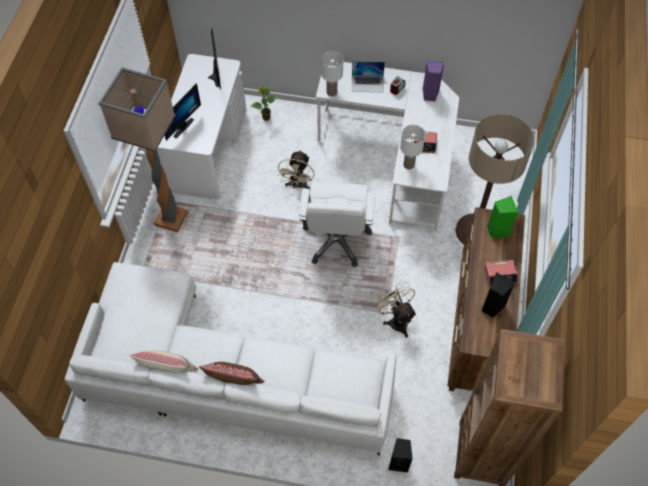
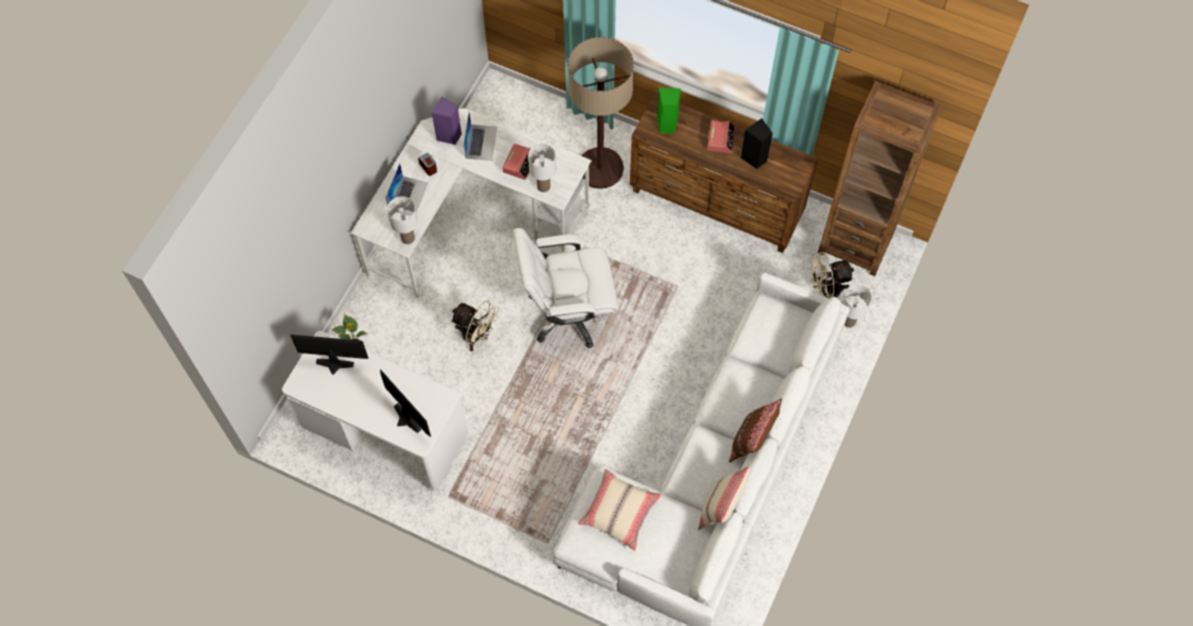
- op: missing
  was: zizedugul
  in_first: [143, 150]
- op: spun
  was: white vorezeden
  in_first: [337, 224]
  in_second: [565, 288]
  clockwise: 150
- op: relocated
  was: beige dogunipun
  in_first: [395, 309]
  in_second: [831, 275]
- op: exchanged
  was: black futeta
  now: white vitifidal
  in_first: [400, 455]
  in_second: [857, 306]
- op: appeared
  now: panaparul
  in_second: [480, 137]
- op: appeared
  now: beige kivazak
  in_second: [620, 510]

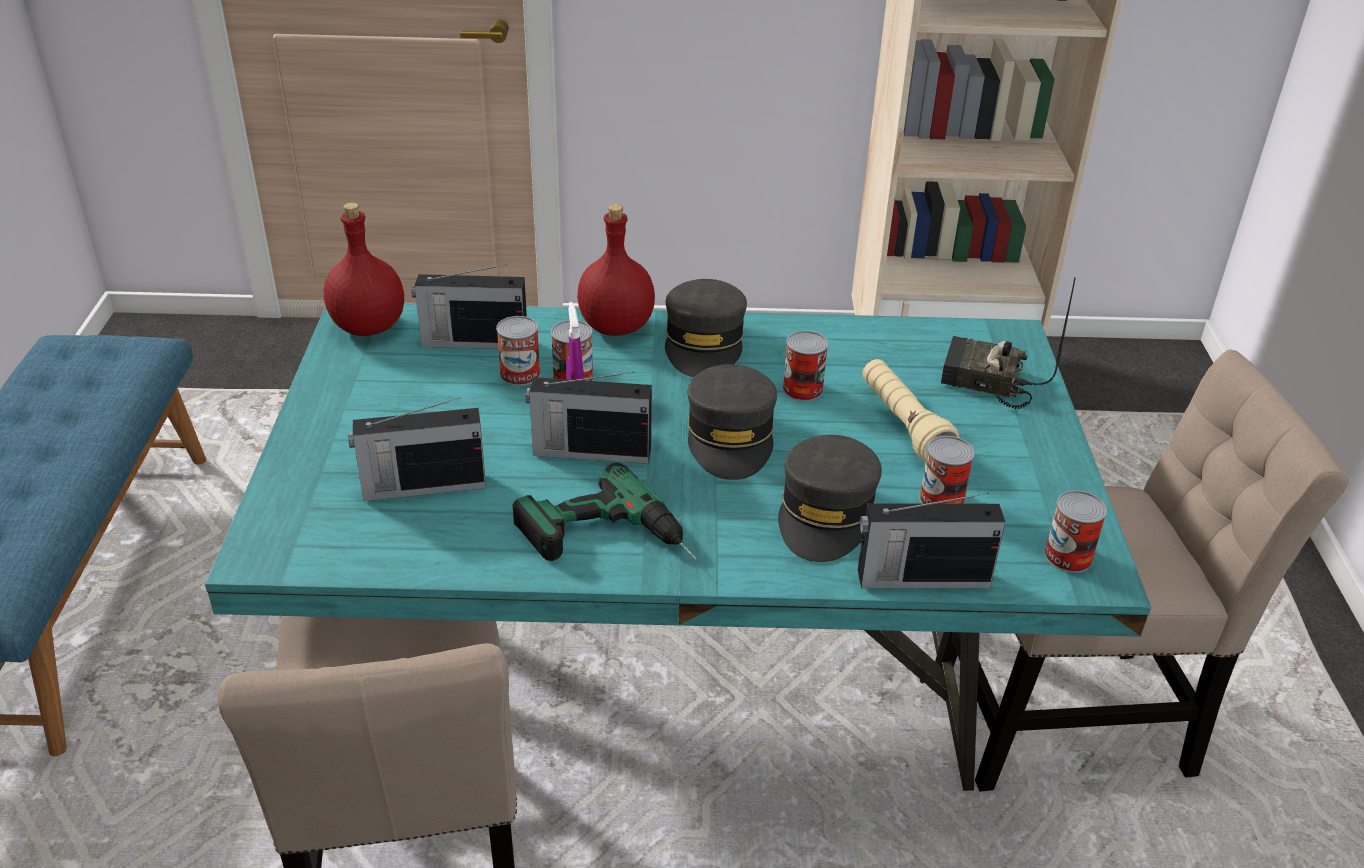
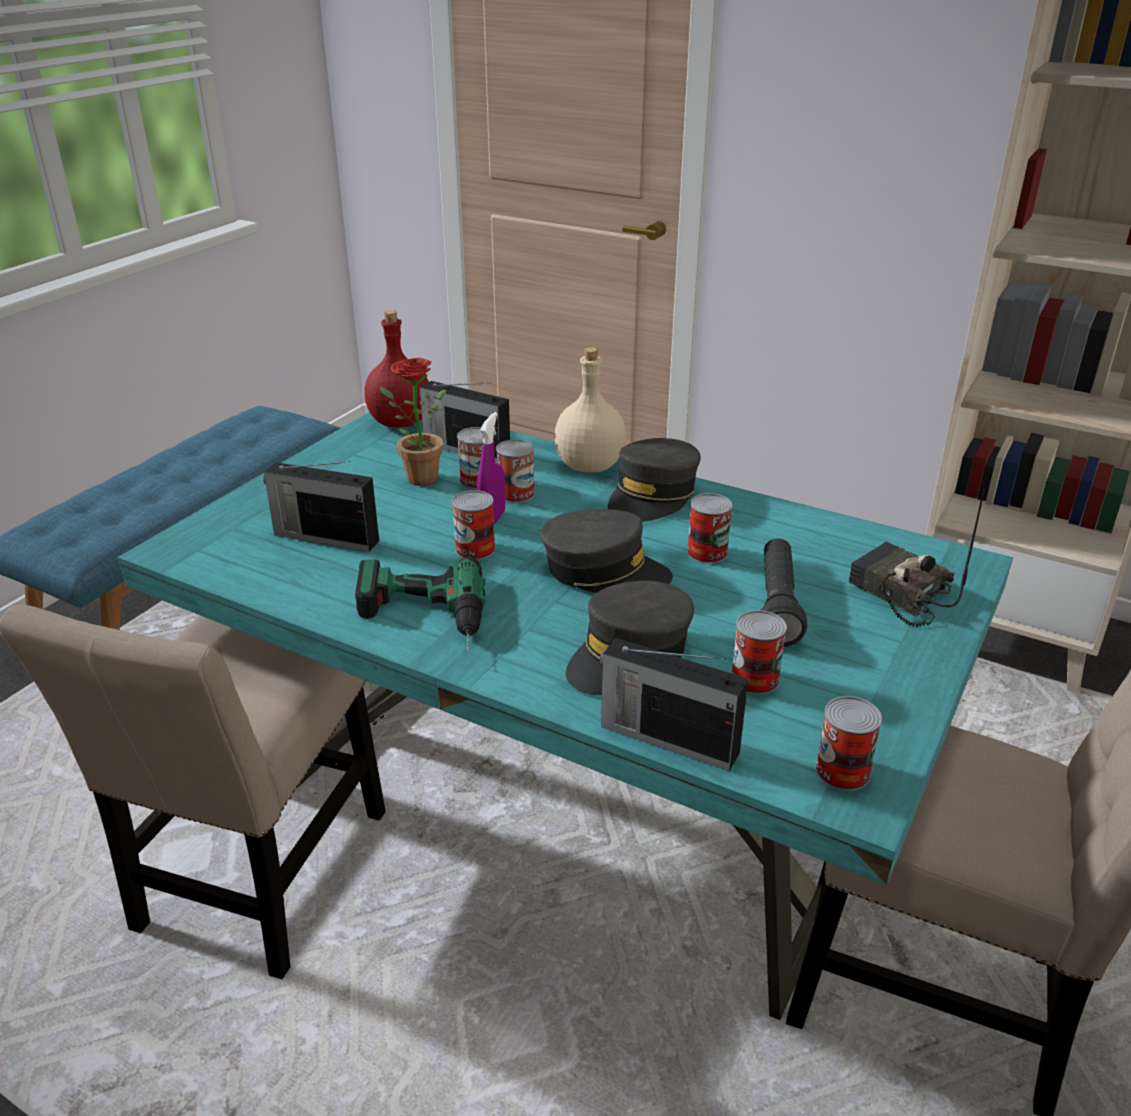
- op: colour
  was: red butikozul
  now: beige butikozul
  in_first: [616, 270]
  in_second: [590, 410]
- op: colour
  was: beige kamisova
  now: black kamisova
  in_first: [911, 410]
  in_second: [784, 592]
- op: spun
  was: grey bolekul
  in_first: [732, 422]
  in_second: [606, 551]
  clockwise: -105
- op: exchanged
  was: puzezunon
  now: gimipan
  in_first: [589, 418]
  in_second: [473, 525]
- op: appeared
  now: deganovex
  in_second: [413, 422]

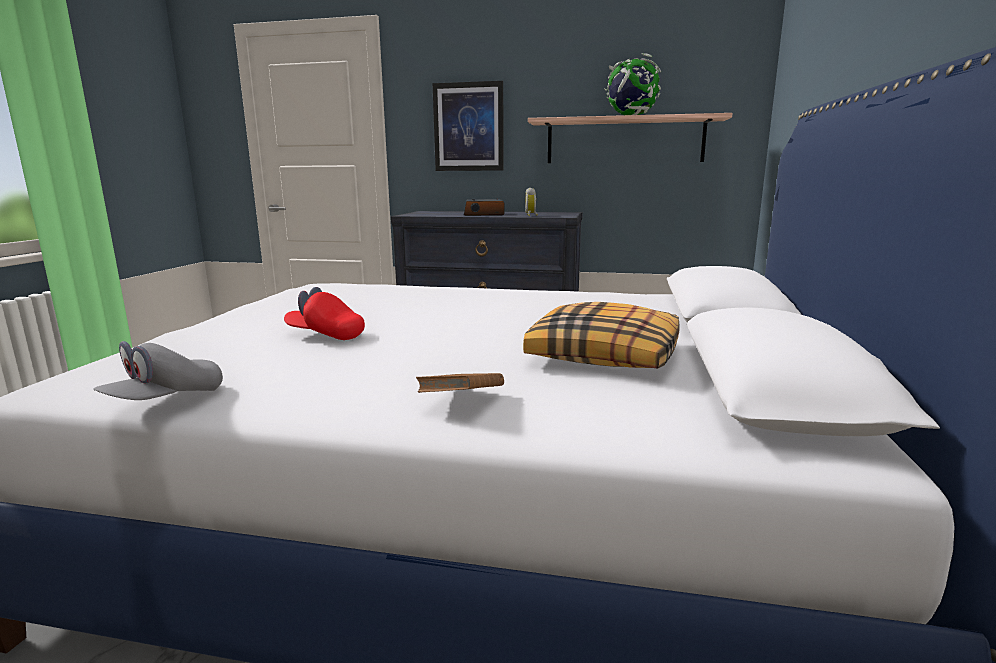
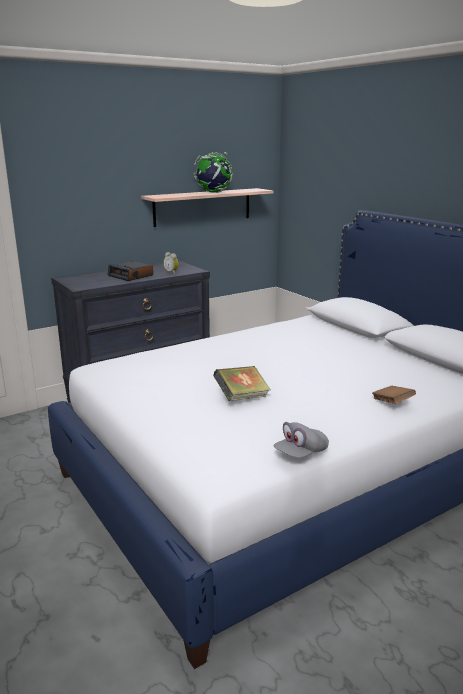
- op: missing
  was: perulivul
  in_first: [468, 126]
- op: exchanged
  was: red bolekul
  now: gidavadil
  in_first: [324, 313]
  in_second: [242, 383]
- op: missing
  was: kivazak
  in_first: [601, 335]
- op: spun
  was: grey bolekul
  in_first: [158, 370]
  in_second: [301, 440]
  clockwise: 60

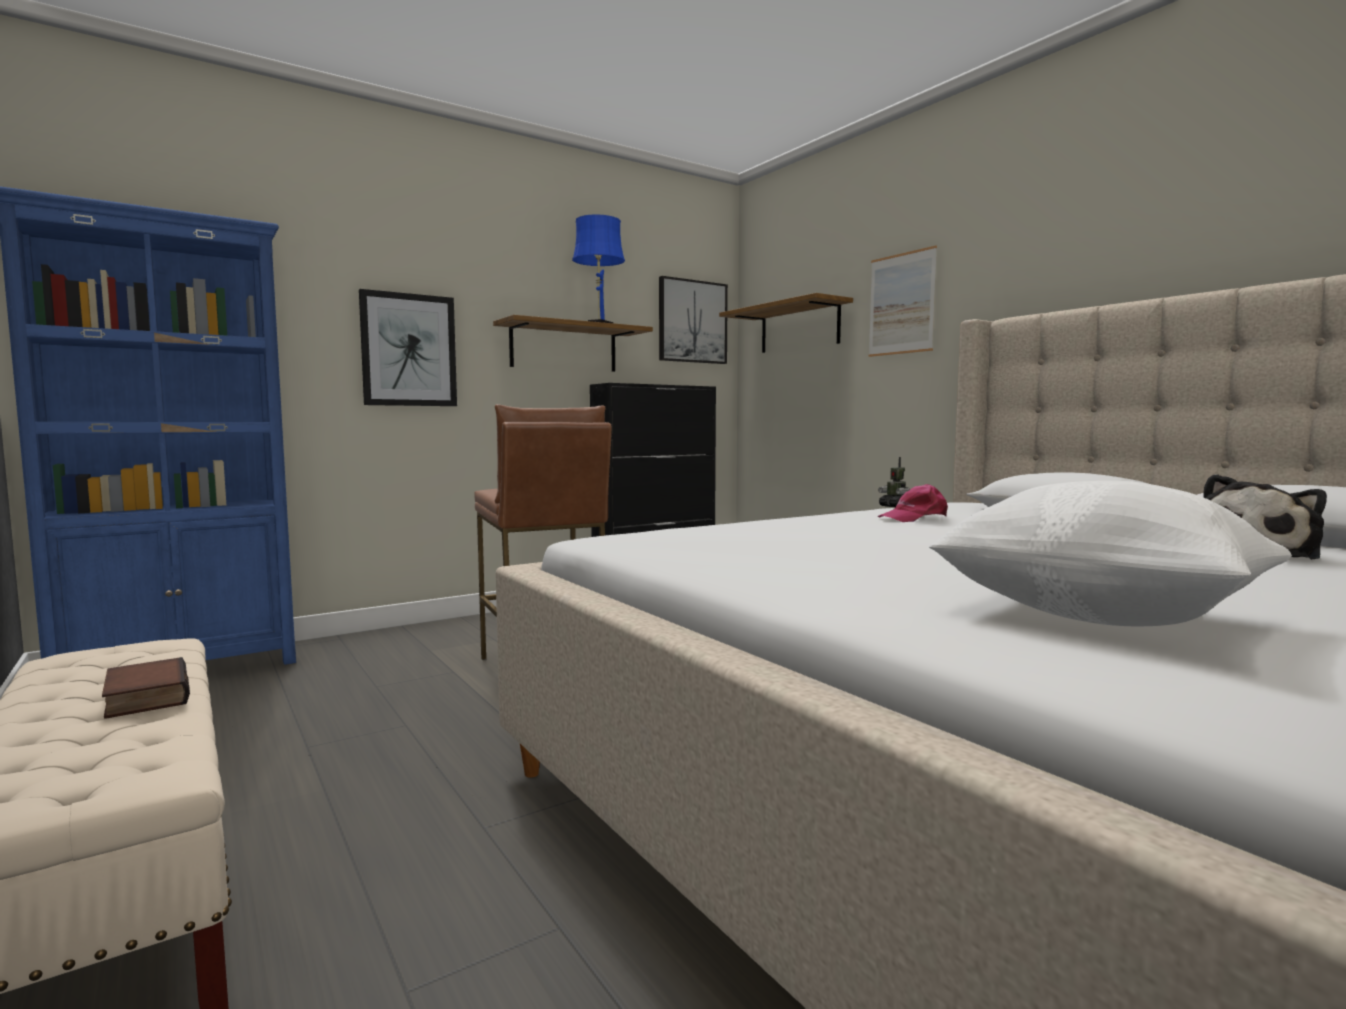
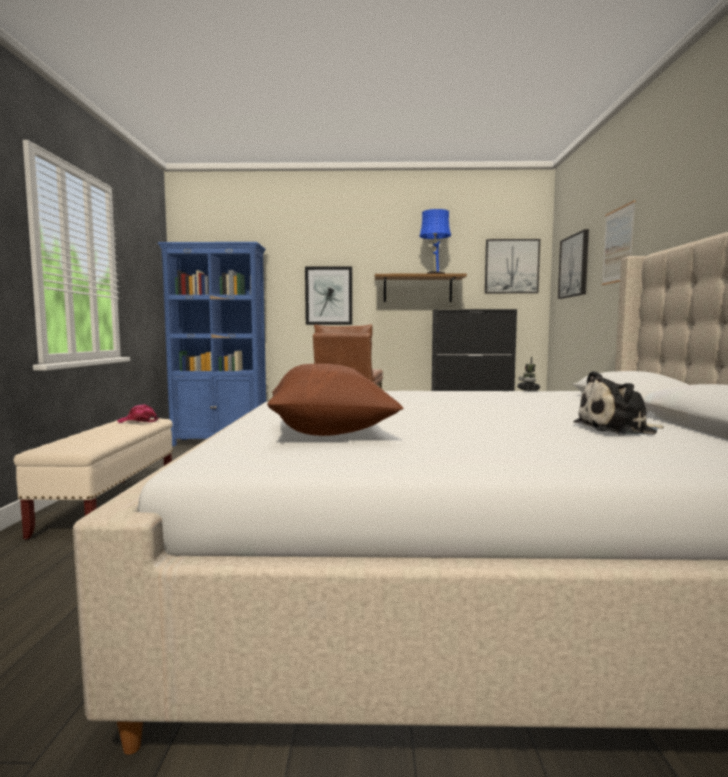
- op: exchanged
  was: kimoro
  now: perulivul
  in_first: [786, 323]
  in_second: [573, 264]
- op: colour
  was: white kivazak
  now: brown kivazak
  in_first: [1110, 553]
  in_second: [335, 400]
- op: relocated
  was: pink bolekul
  in_first: [912, 503]
  in_second: [138, 413]
- op: missing
  was: gidavadil
  in_first: [146, 688]

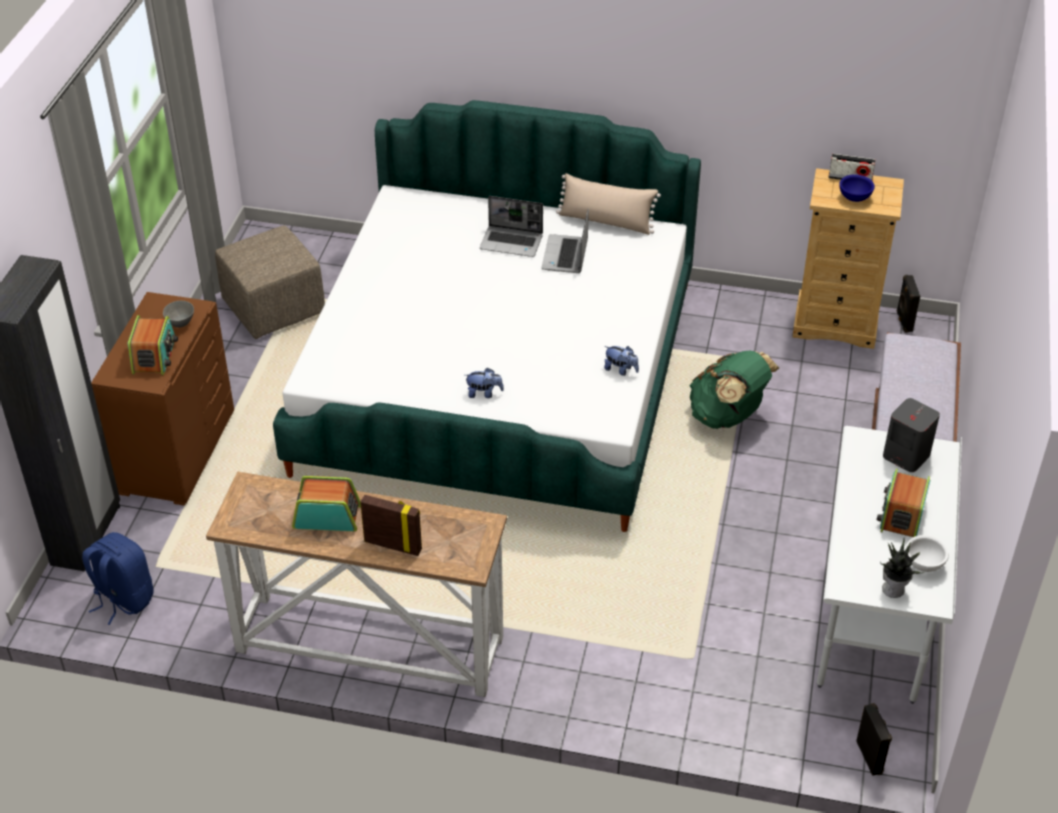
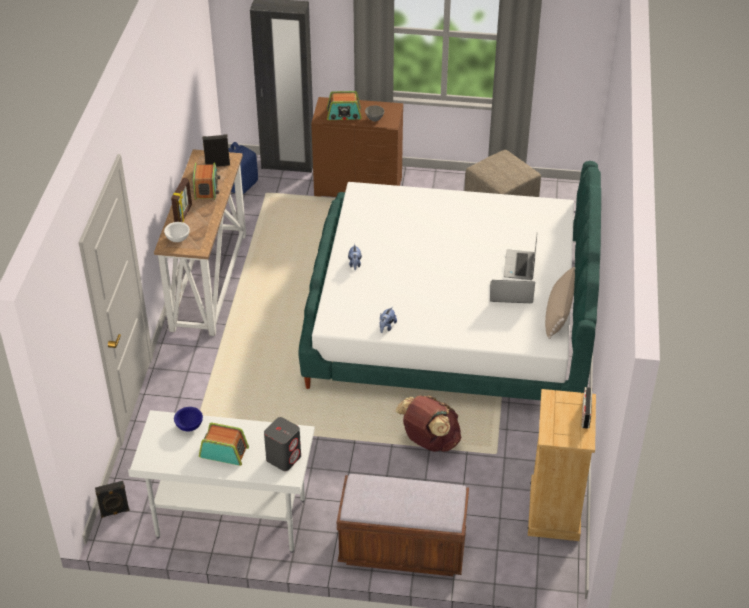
- op: relocated
  was: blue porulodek
  in_first: [857, 188]
  in_second: [188, 419]
- op: relocated
  was: black futeta
  in_first: [908, 304]
  in_second: [216, 150]
- op: colour
  was: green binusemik
  now: brown binusemik
  in_first: [734, 390]
  in_second: [429, 423]
- op: relocated
  was: white porulodek
  in_first: [927, 553]
  in_second: [177, 232]
- op: missing
  was: deganovex
  in_first: [901, 568]

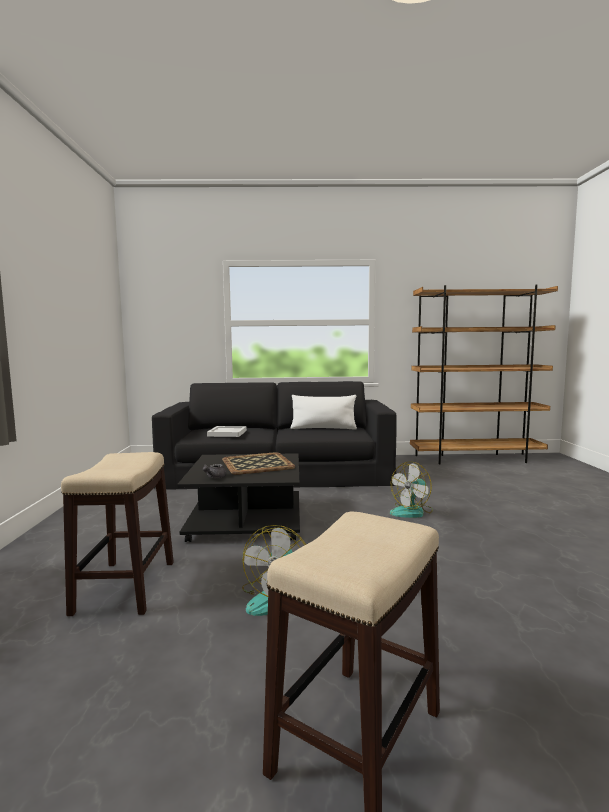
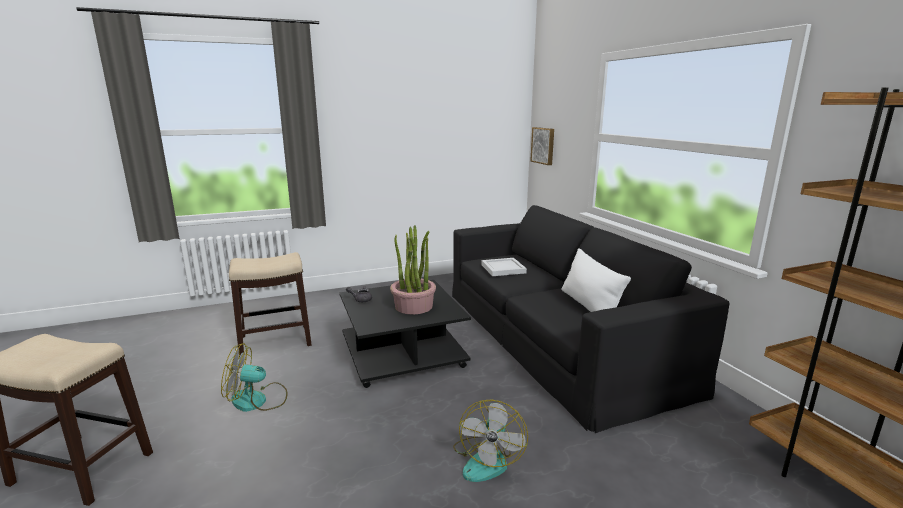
- op: exchanged
  was: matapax
  now: deganovex
  in_first: [258, 463]
  in_second: [413, 270]
- op: spun
  was: dogunipun
  in_first: [411, 490]
  in_second: [490, 441]
  clockwise: -105
- op: appeared
  now: perulivul
  in_second: [542, 146]

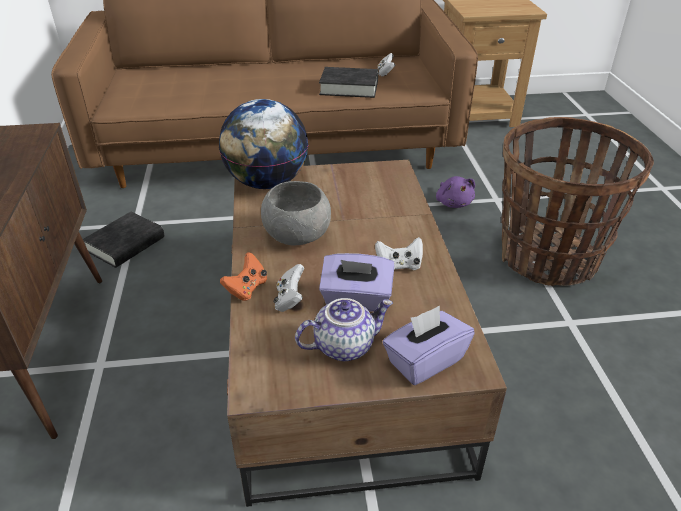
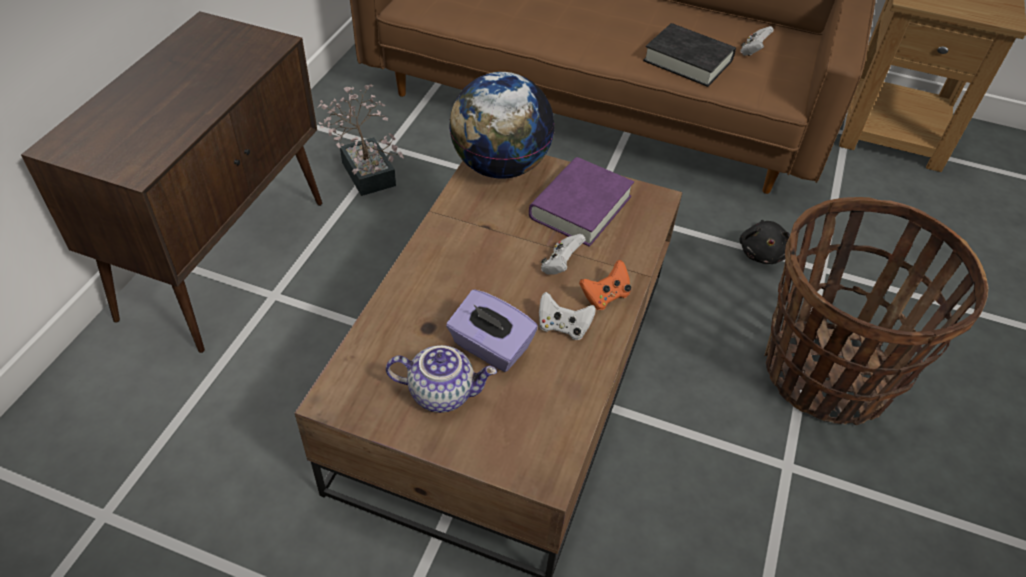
- op: colour
  was: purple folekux
  now: black folekux
  in_first: [455, 192]
  in_second: [764, 242]
- op: missing
  was: grey porulodek
  in_first: [296, 213]
- op: exchanged
  was: black gidavadil
  now: deganovex
  in_first: [124, 240]
  in_second: [360, 140]
- op: relocated
  was: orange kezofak
  in_first: [243, 276]
  in_second: [605, 285]
- op: relocated
  was: white kezofak
  in_first: [289, 288]
  in_second: [563, 254]
- op: missing
  was: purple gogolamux
  in_first: [428, 345]
- op: appeared
  now: purple gidavadil
  in_second: [581, 202]

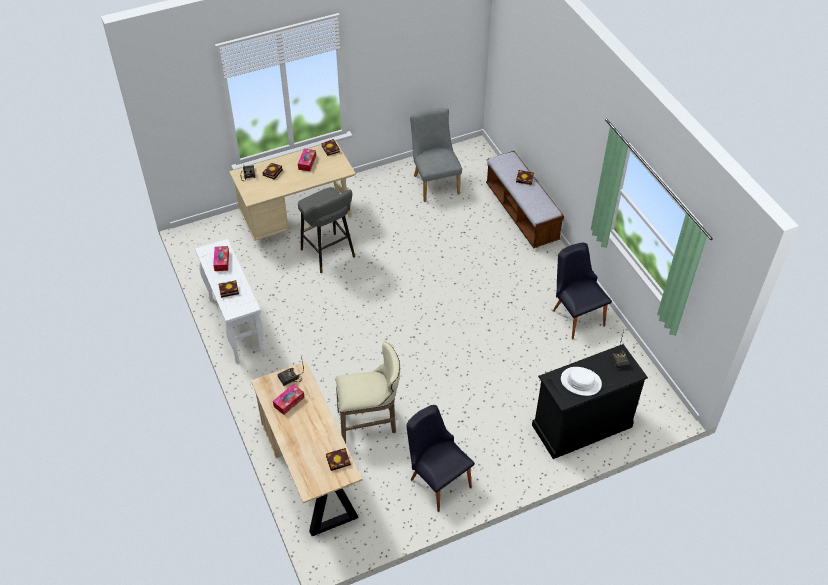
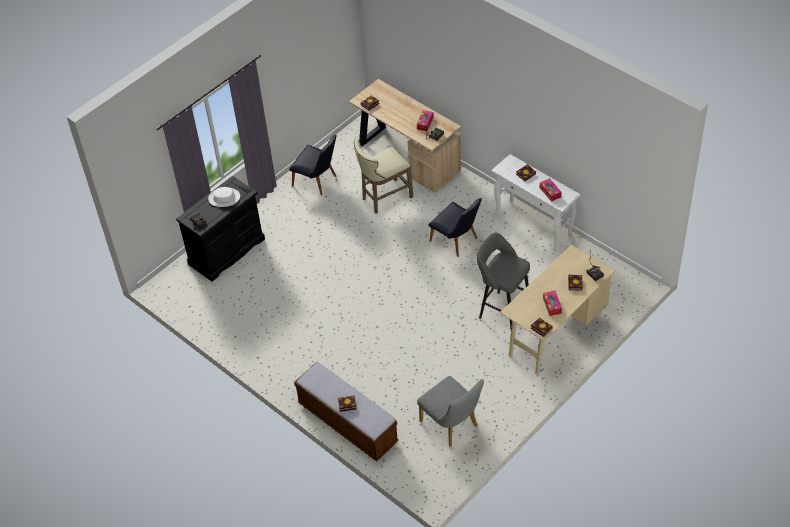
- op: relocated
  was: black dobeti
  in_first: [582, 291]
  in_second: [455, 227]

